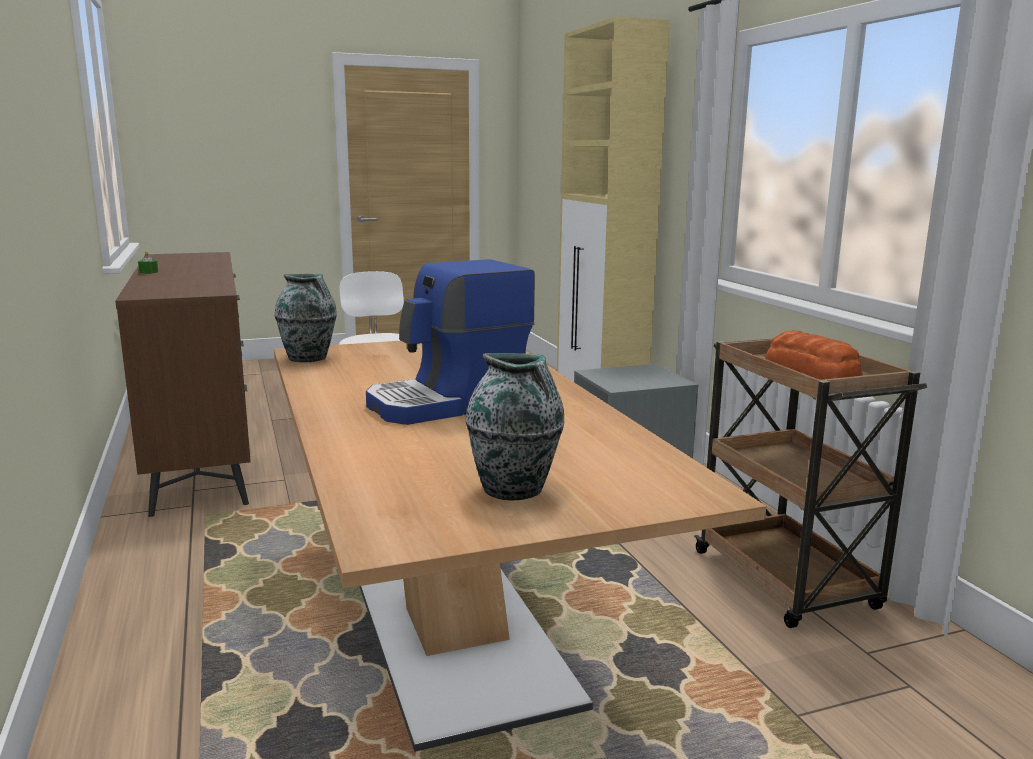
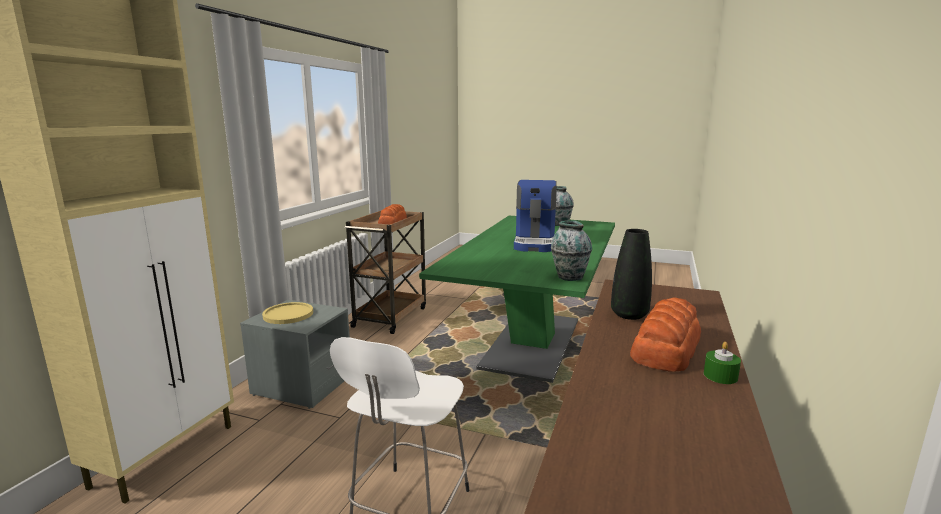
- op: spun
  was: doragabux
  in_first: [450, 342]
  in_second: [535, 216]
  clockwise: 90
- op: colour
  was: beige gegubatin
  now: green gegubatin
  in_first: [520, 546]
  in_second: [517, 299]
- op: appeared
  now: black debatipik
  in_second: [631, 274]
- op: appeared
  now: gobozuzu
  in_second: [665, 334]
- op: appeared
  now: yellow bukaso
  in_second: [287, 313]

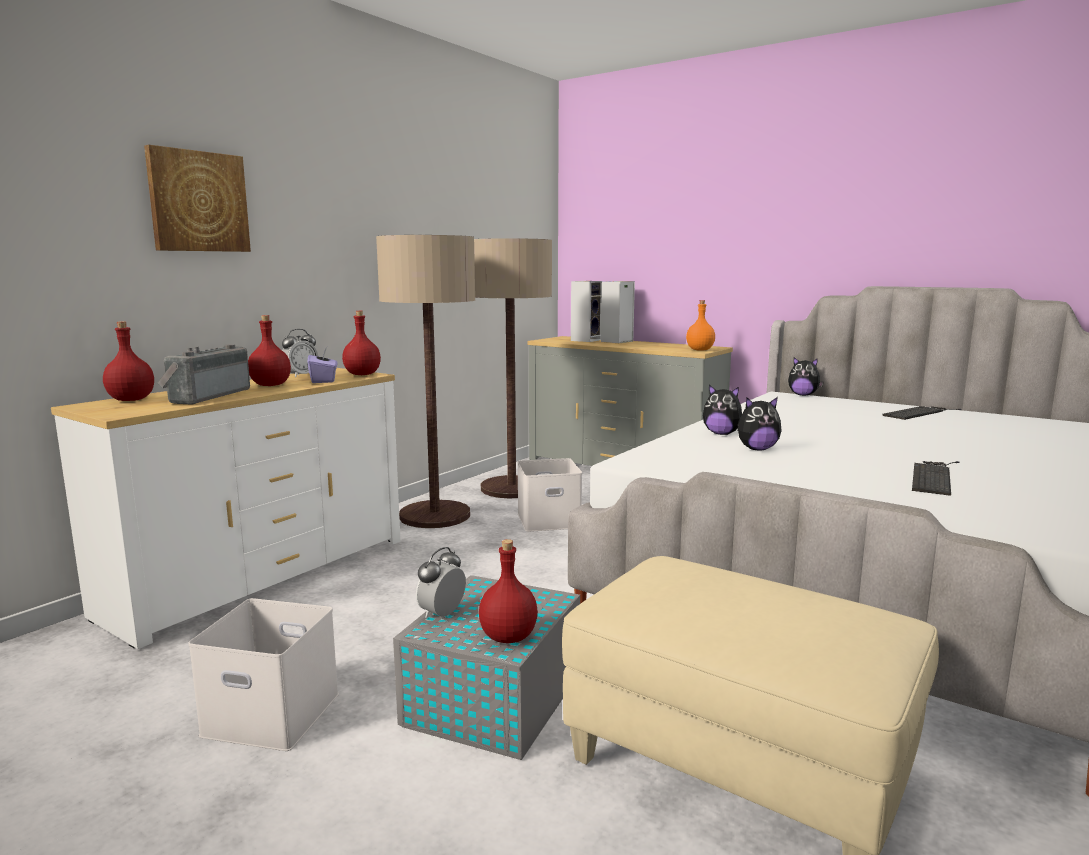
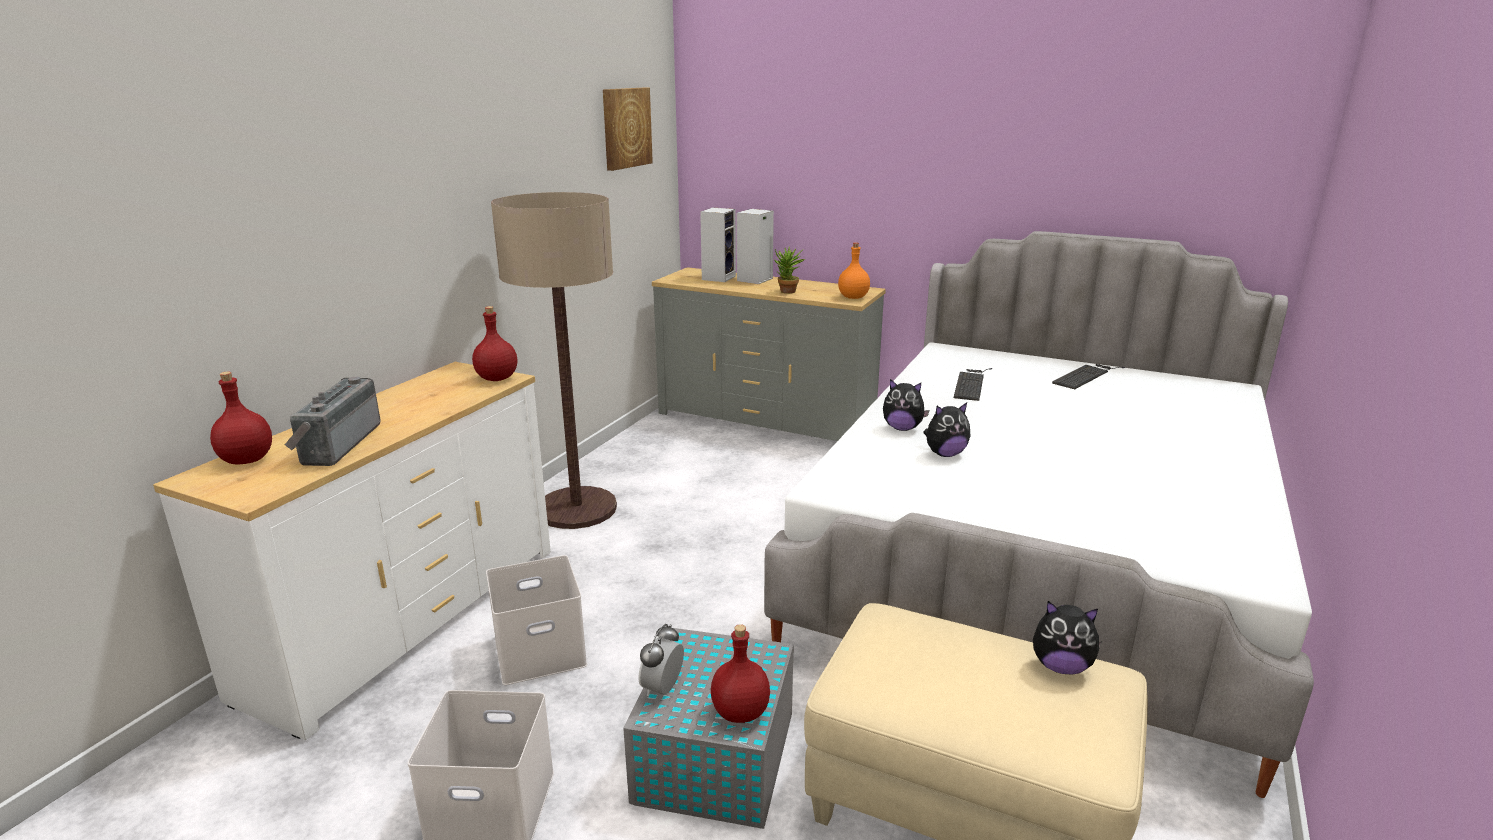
- op: relocated
  was: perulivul
  in_first: [197, 198]
  in_second: [628, 129]
- op: missing
  was: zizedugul
  in_first: [513, 368]
- op: missing
  was: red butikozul
  in_first: [269, 350]
- op: missing
  was: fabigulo
  in_first: [300, 353]
- op: missing
  was: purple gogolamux
  in_first: [322, 365]
- op: relocated
  was: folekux
  in_first: [805, 376]
  in_second: [1067, 637]
- op: relocated
  was: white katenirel
  in_first: [549, 495]
  in_second: [536, 620]
- op: relocated
  was: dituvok
  in_first: [936, 478]
  in_second: [973, 384]
- op: appeared
  now: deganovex
  in_second: [789, 270]

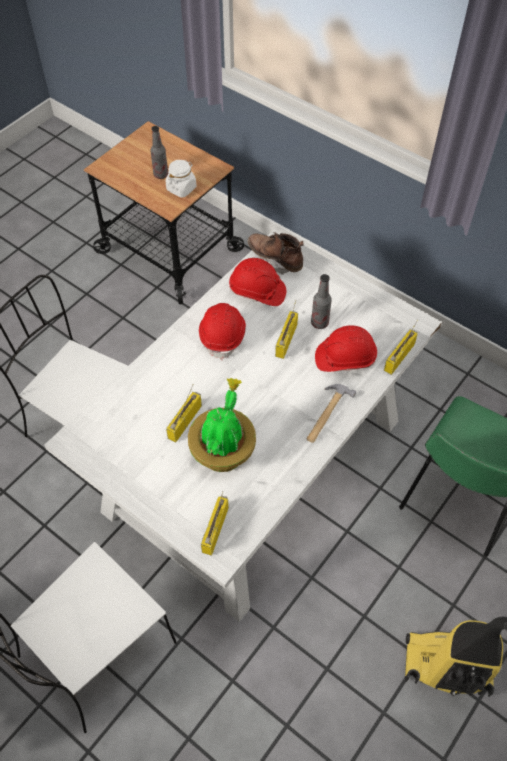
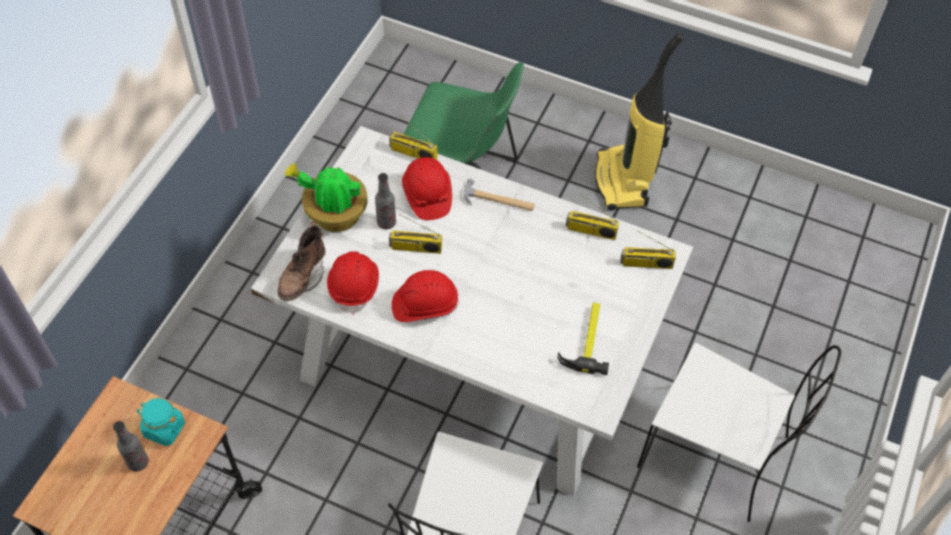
- op: colour
  was: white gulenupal
  now: turquoise gulenupal
  in_first: [181, 179]
  in_second: [160, 422]
- op: relocated
  was: deganovex
  in_first: [222, 425]
  in_second: [325, 197]
- op: relocated
  was: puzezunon
  in_first: [184, 413]
  in_second: [592, 217]
- op: appeared
  now: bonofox
  in_second: [583, 338]

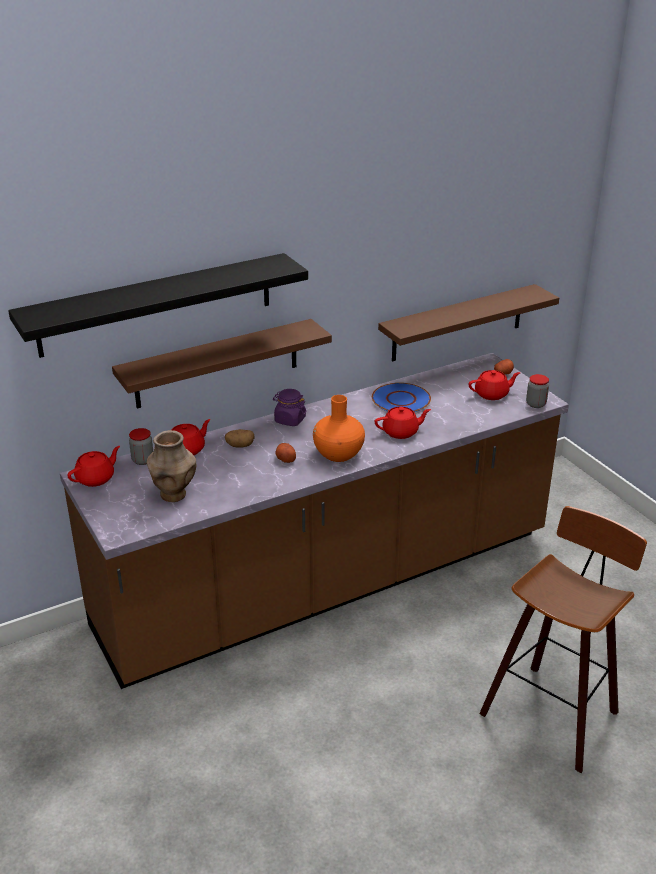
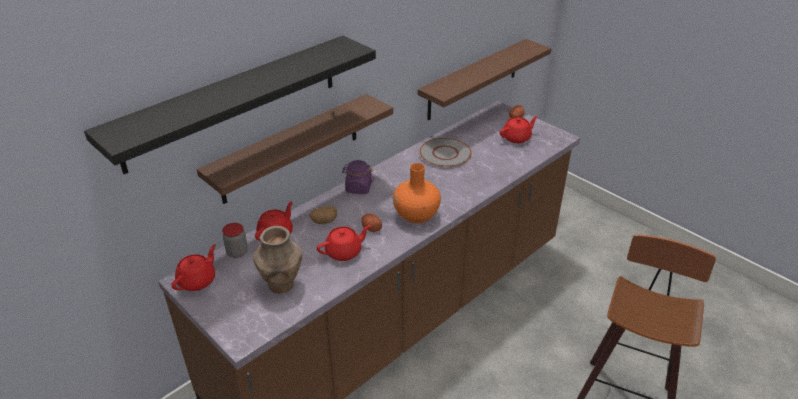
- op: missing
  was: gulenupal
  in_first: [537, 391]
- op: colour
  was: blue bukaso
  now: grey bukaso
  in_first: [401, 397]
  in_second: [446, 152]
- op: relocated
  was: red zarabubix
  in_first: [402, 422]
  in_second: [344, 243]

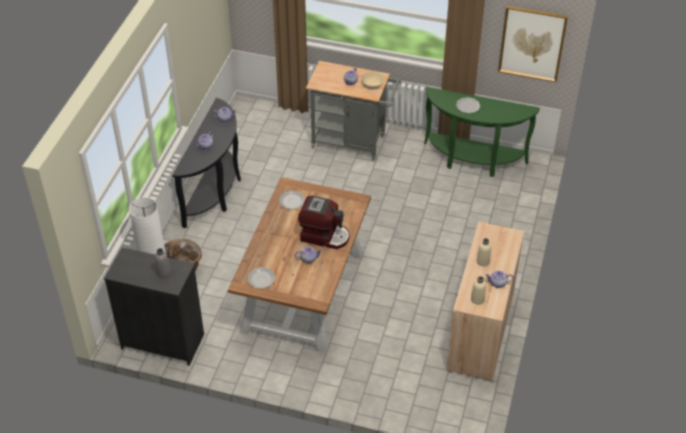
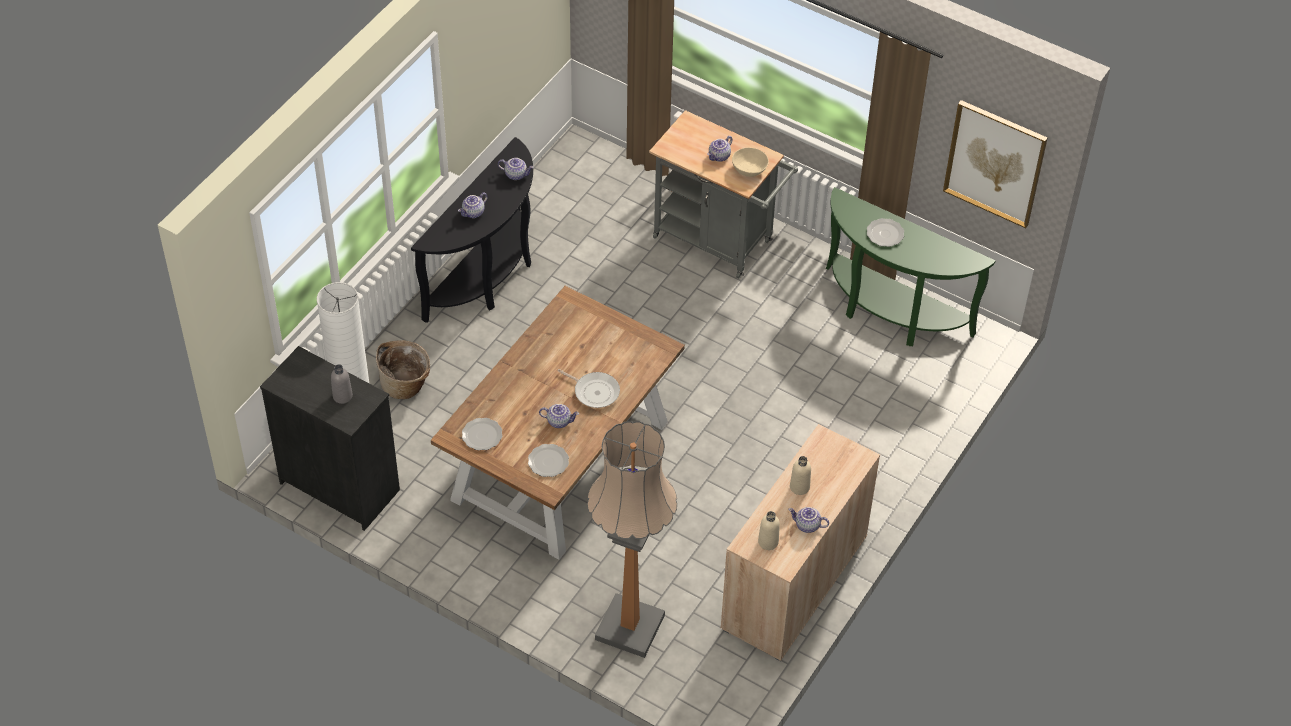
- op: relocated
  was: bukaso
  in_first: [292, 200]
  in_second: [548, 460]
- op: exchanged
  was: doragabux
  now: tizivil
  in_first: [323, 222]
  in_second: [588, 388]
- op: appeared
  now: zizedugul
  in_second: [632, 539]

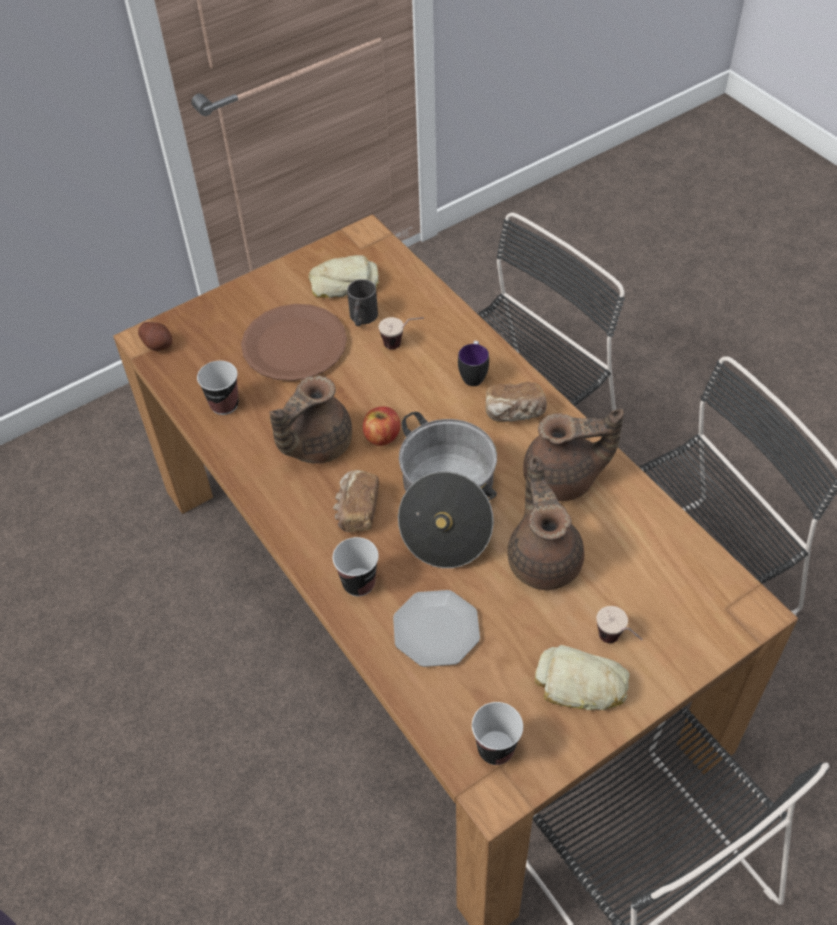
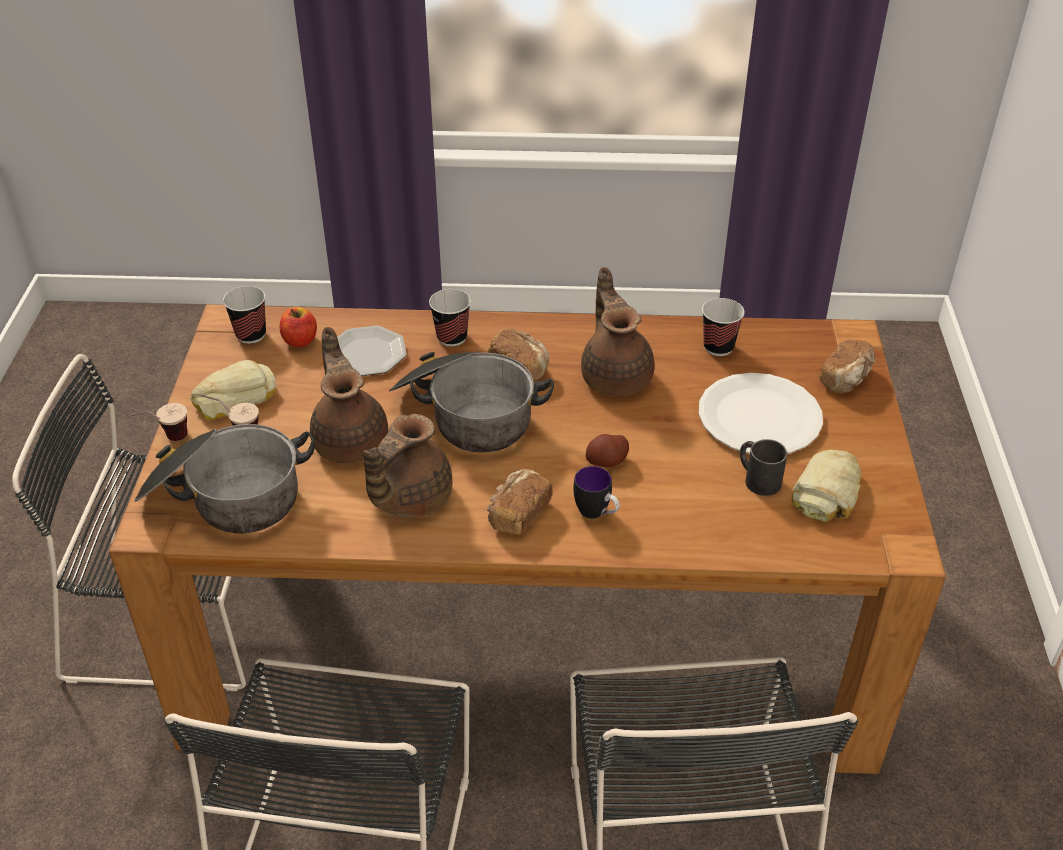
- op: colour
  was: brown bukaso
  now: white bukaso
  in_first: [294, 342]
  in_second: [761, 413]
- op: relocated
  was: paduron
  in_first: [401, 333]
  in_second: [159, 422]
- op: relocated
  was: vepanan
  in_first: [155, 336]
  in_second: [607, 450]
- op: relocated
  was: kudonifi
  in_first: [381, 426]
  in_second: [298, 327]
- op: spun
  was: brown zarabubix
  in_first: [545, 523]
  in_second: [349, 395]
  clockwise: -135
- op: appeared
  now: gobozuzu
  in_second: [847, 366]
- op: appeared
  now: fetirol
  in_second: [224, 478]

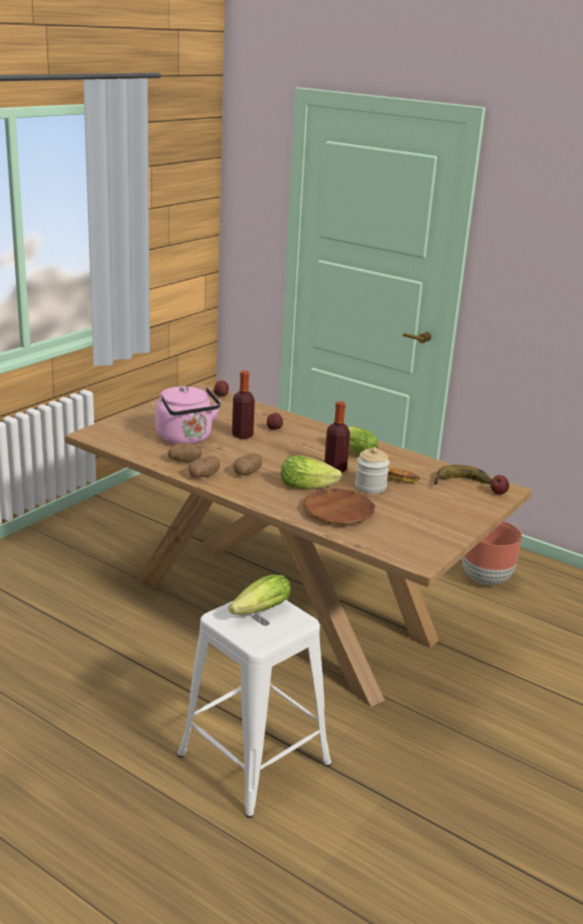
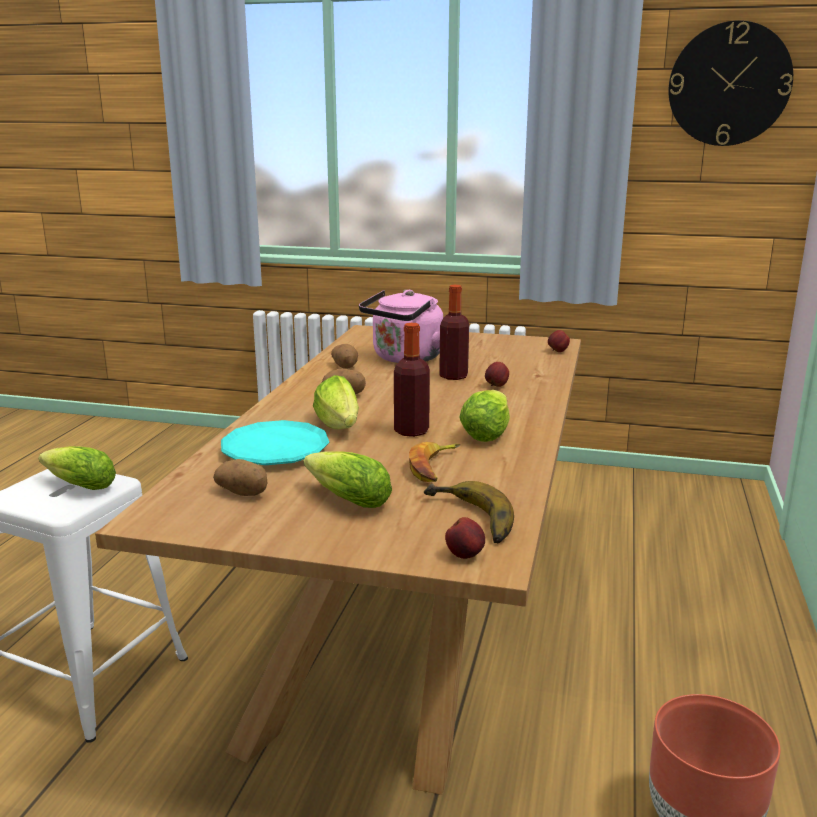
- op: missing
  was: gulenupal
  in_first: [372, 470]
- op: relocated
  was: vepanan
  in_first: [204, 467]
  in_second: [240, 477]
- op: colour
  was: brown bukaso
  now: turquoise bukaso
  in_first: [339, 506]
  in_second: [275, 442]
- op: appeared
  now: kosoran
  in_second: [731, 83]
- op: appeared
  now: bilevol
  in_second: [347, 479]

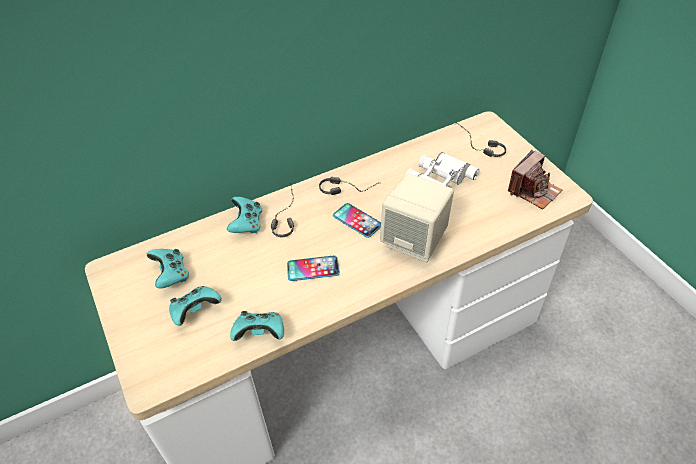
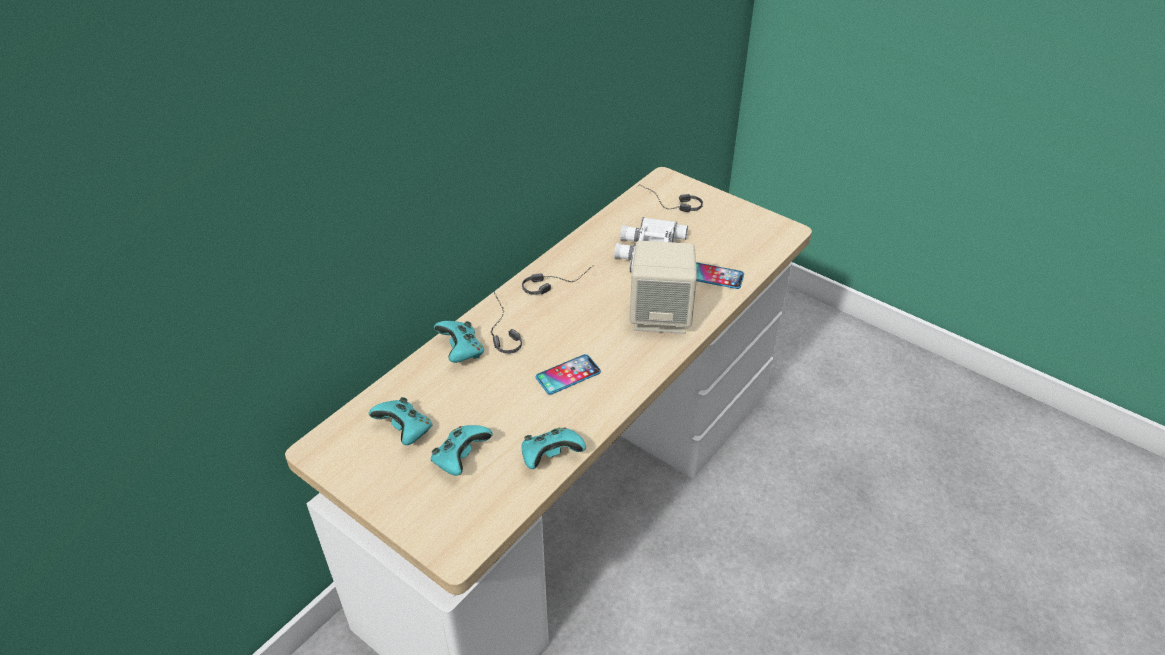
- op: missing
  was: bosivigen
  in_first: [535, 179]
- op: relocated
  was: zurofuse
  in_first: [357, 220]
  in_second: [720, 275]

